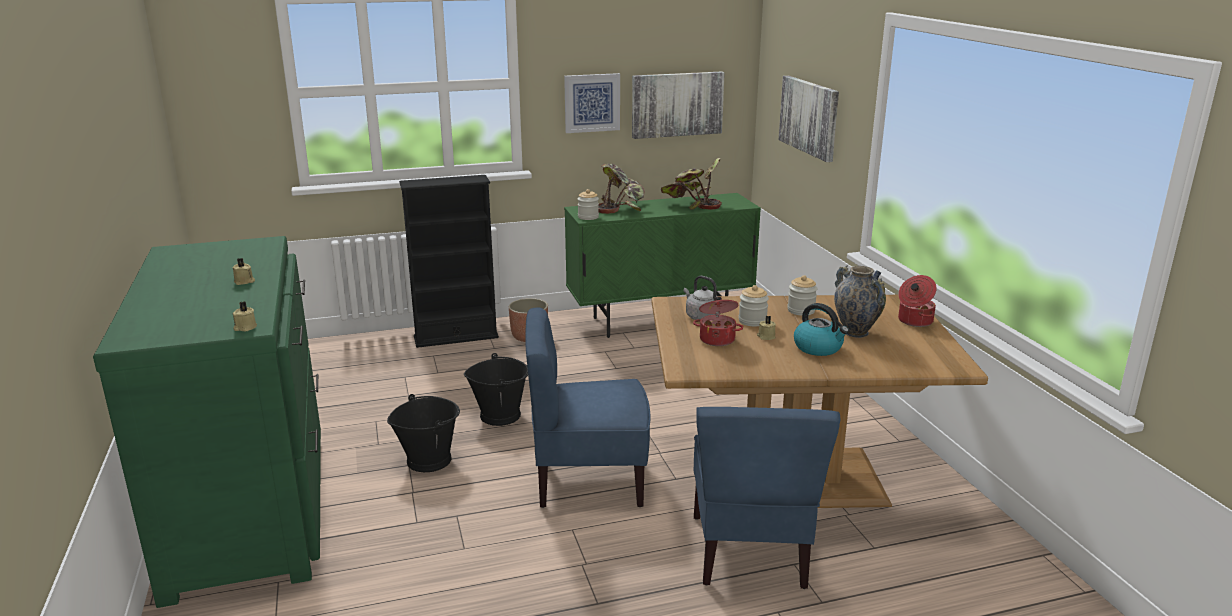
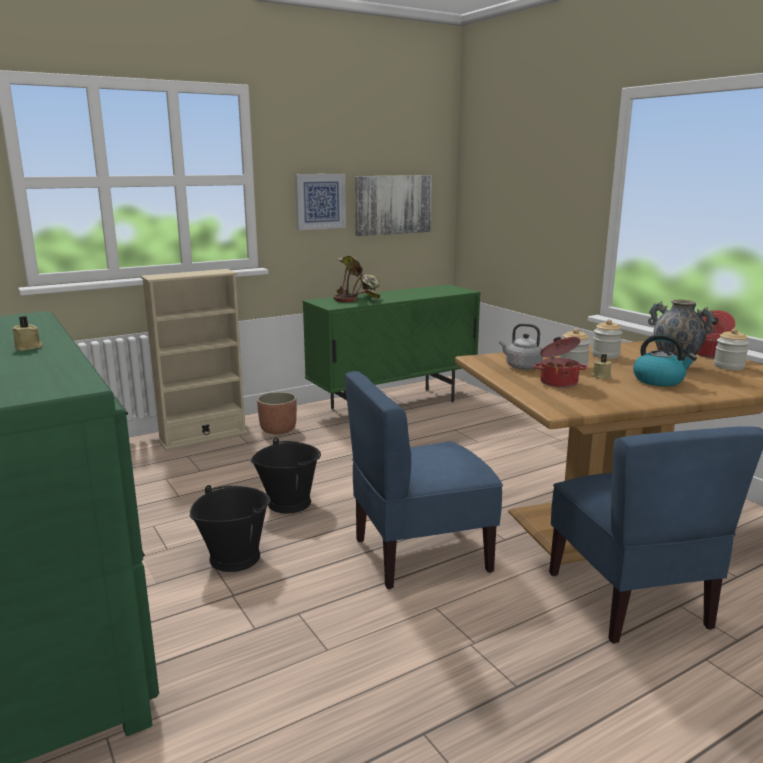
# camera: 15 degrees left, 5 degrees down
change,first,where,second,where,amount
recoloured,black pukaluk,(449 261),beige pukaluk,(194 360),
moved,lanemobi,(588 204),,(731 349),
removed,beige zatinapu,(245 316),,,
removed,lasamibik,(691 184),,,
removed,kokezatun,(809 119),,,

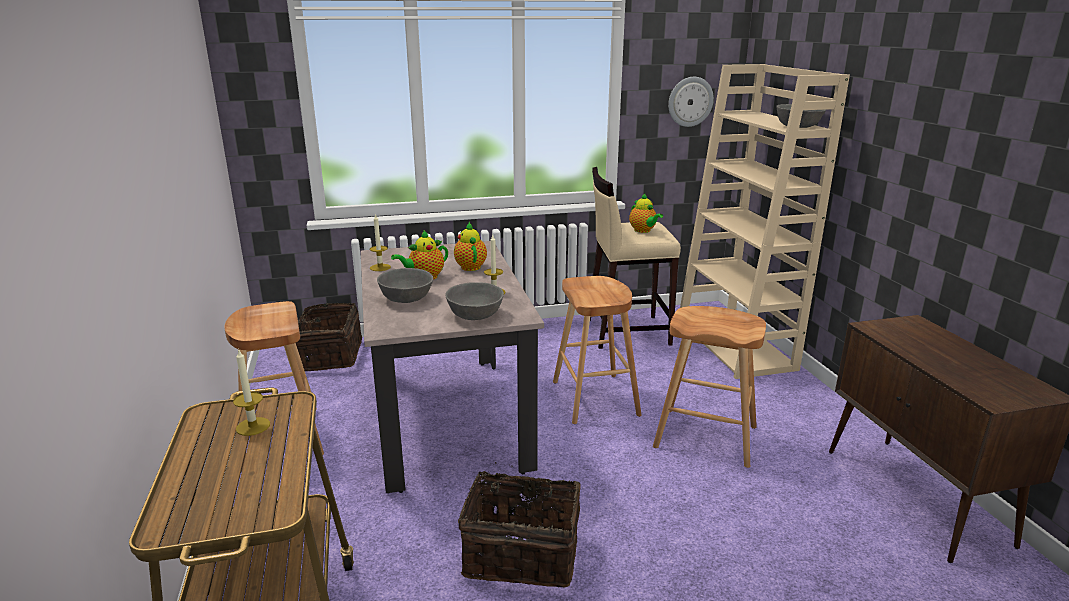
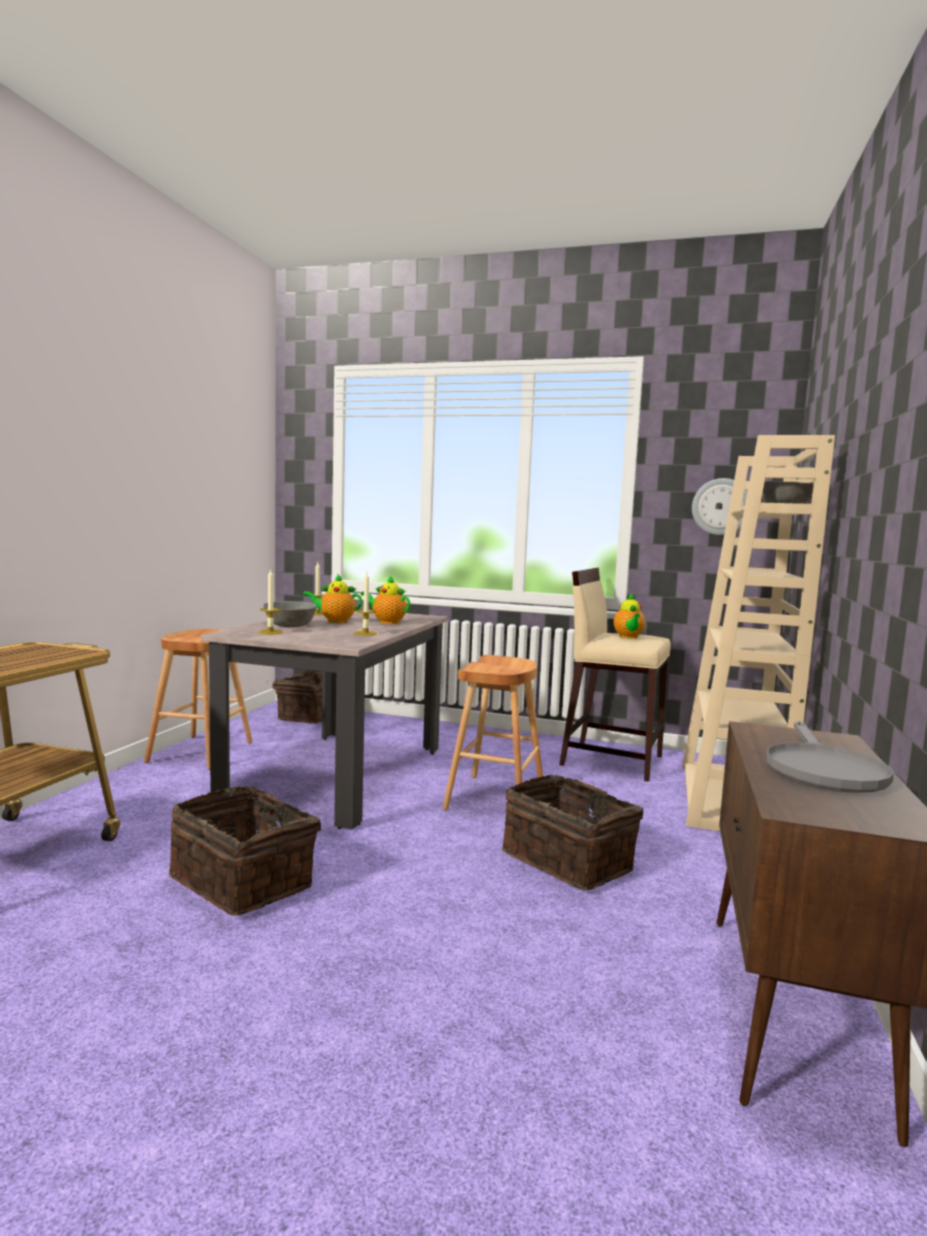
# camera: 30 degrees right, 15 degrees down
change,first,where,second,where,amount
moved,zatinapu,(251 393),,(270 601),
turned,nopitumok,(470 246),,(385 600),75 degrees counterclockwise
replaced,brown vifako,(709 387),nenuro,(572 832),
added,,,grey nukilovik,(830 757),
removed,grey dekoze,(475 301),,,

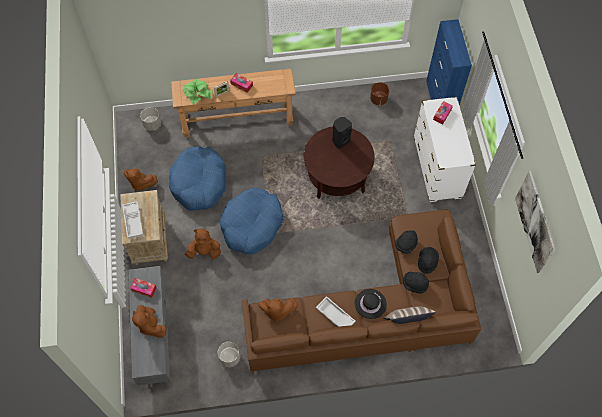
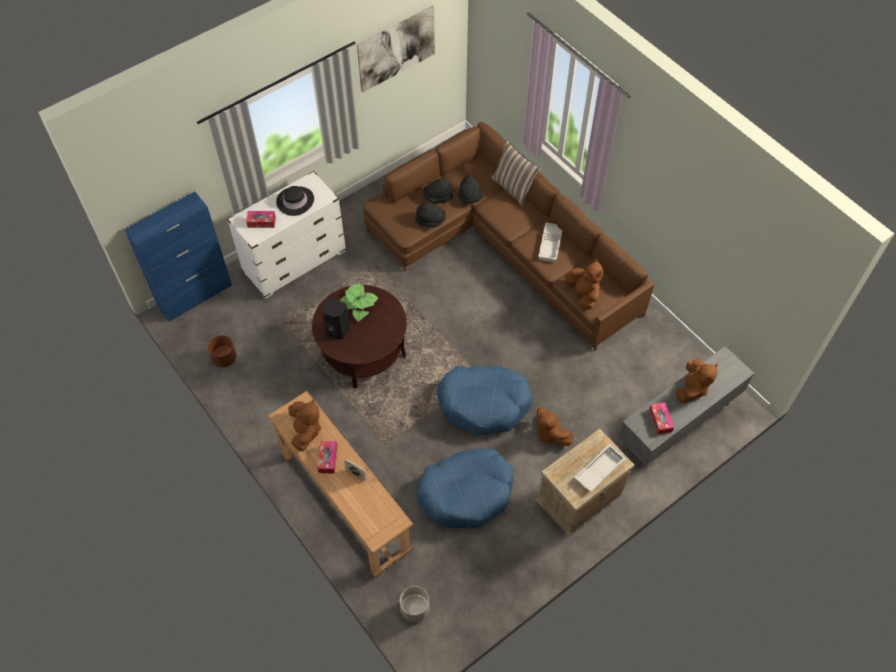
# camera: 120 degrees left, 5 degrees down
change,first,where,second,where,amount
moved,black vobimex,(371 304),,(295 201),
moved,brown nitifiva,(141 180),,(304 424),
moved,lasamibik,(197 92),,(359 303),
removed,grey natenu,(229 354),,,

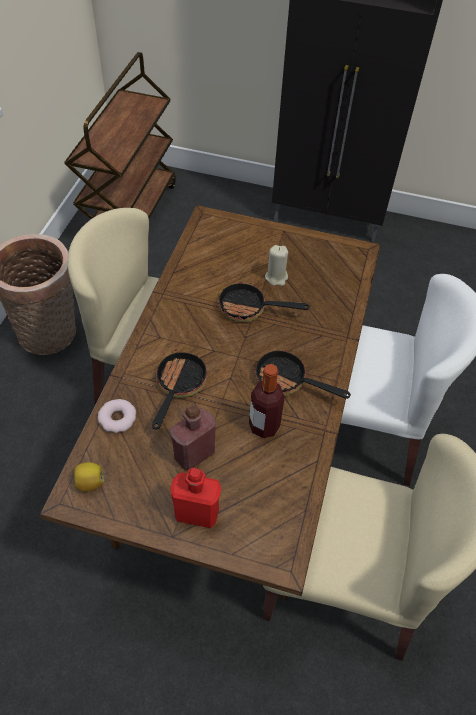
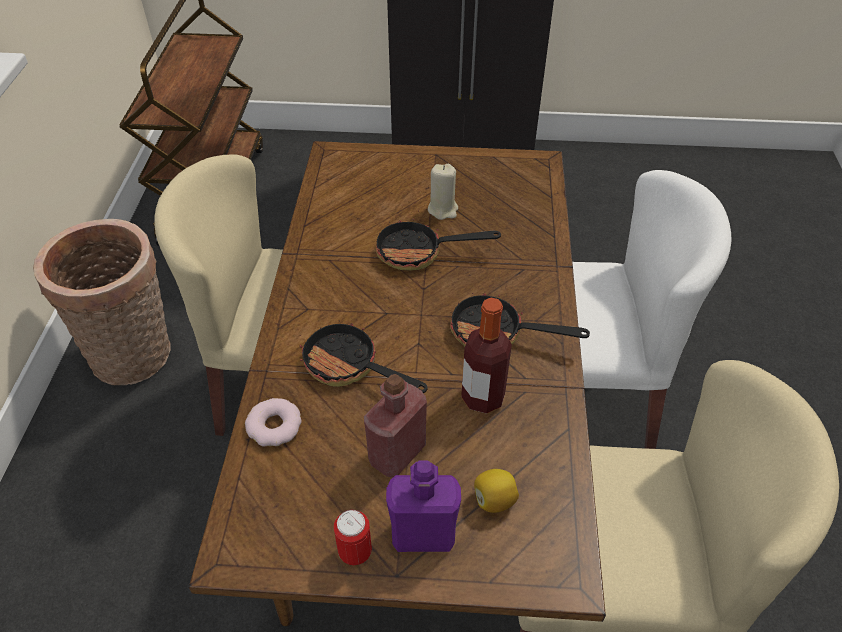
# camera: 10 degrees left, 5 degrees down
change,first,where,second,where,amount
turned,nukilovik,(180 389),,(364 356),60 degrees counterclockwise
added,,,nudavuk,(353 537),
recoloured,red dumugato,(195 498),purple dumugato,(423 506),
moved,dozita,(89 477),,(496 491),

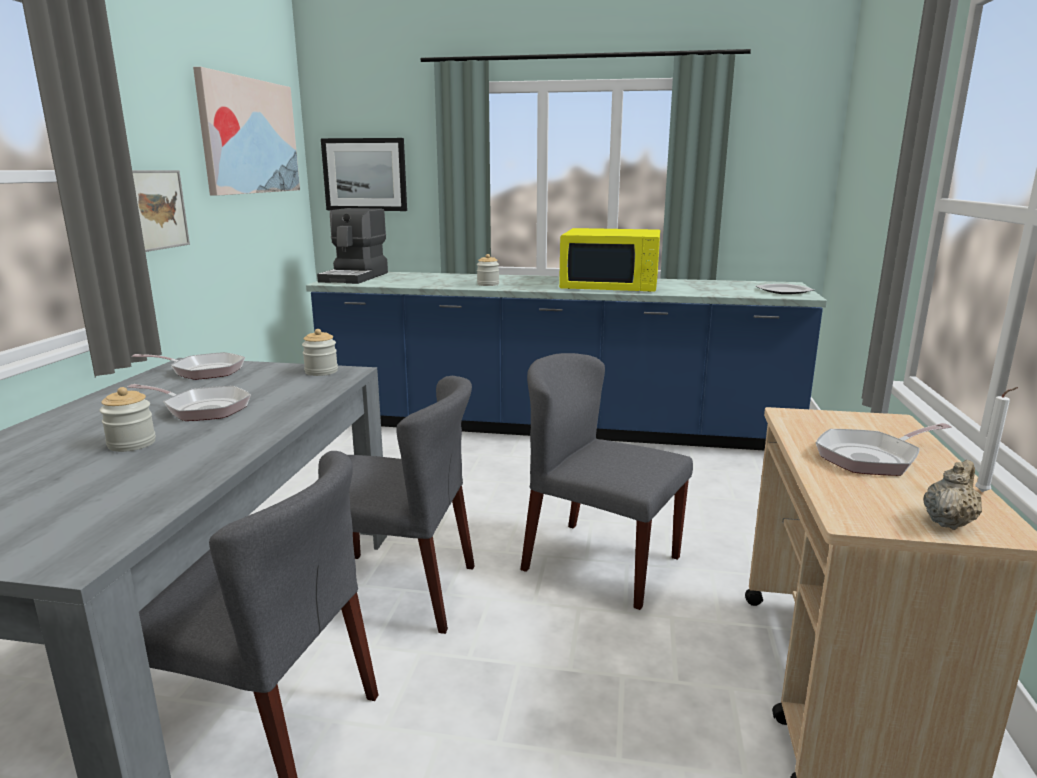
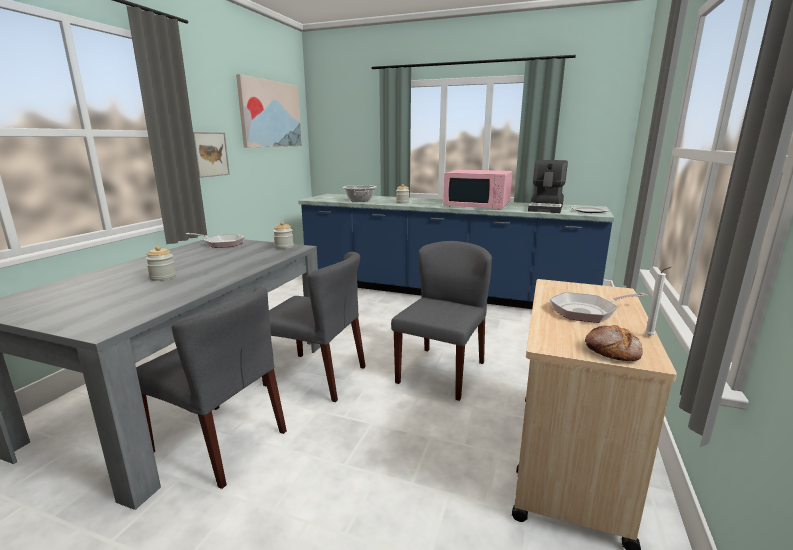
# camera: 10 degrees right, 0 degrees up
change,first,where,second,where,amount
added,,,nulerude,(360 193),
turned,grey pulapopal,(606 481),,(441 321),75 degrees clockwise
recoloured,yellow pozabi,(609 260),pink pozabi,(477 189),
moved,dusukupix,(352 246),,(548 186),
replaced,beige nopitumok,(953 495),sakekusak,(614 343),
removed,nukilovik,(189 402),,,
removed,kokezatun,(364 174),,,

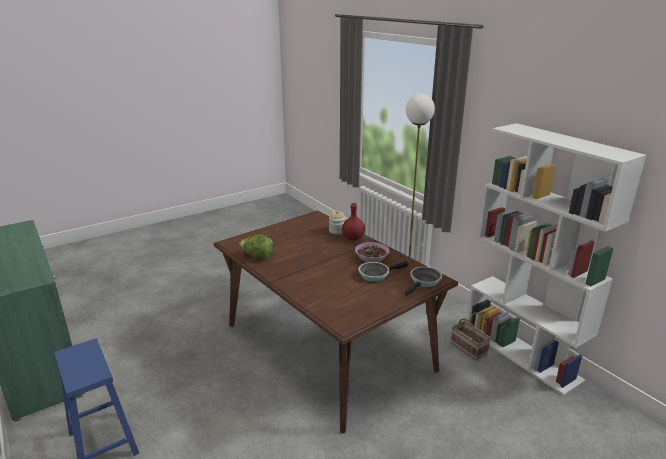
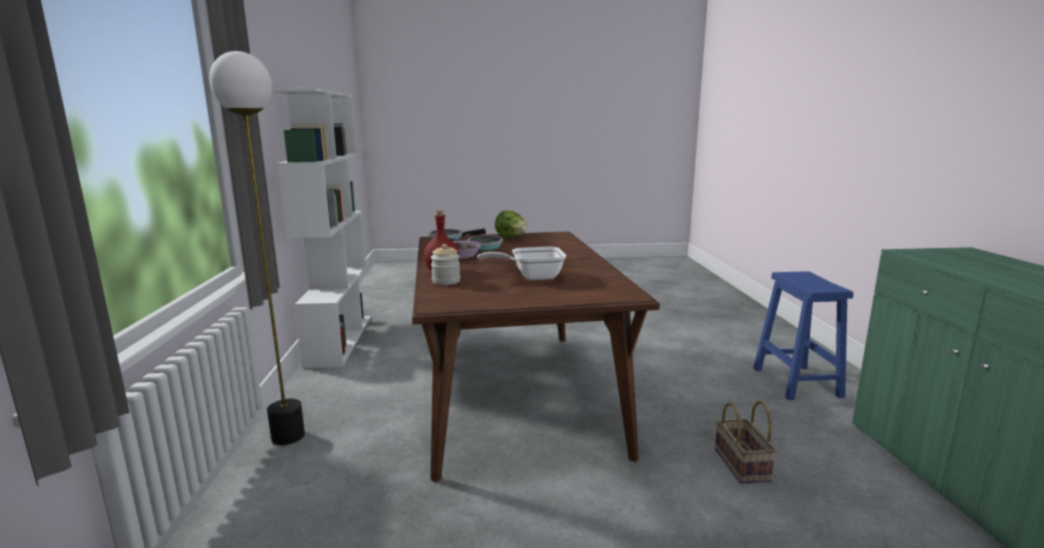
# camera: 150 degrees left, 10 degrees down
change,first,where,second,where,amount
added,,,nukilovik,(521 263),
moved,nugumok,(257 247),,(511 224),
moved,nenuro,(471 336),,(745 442),

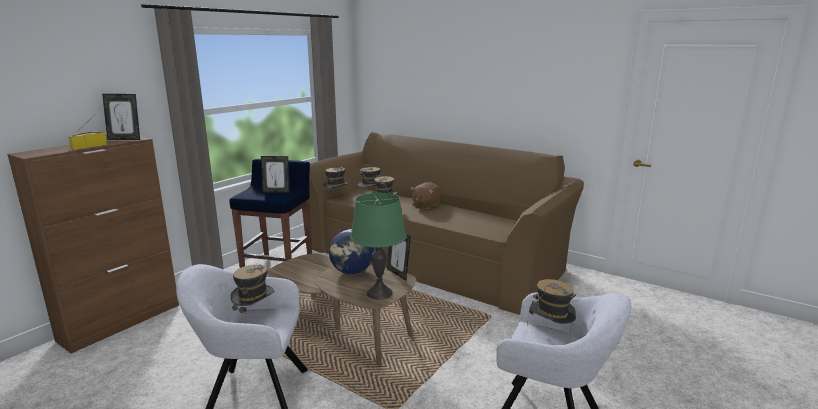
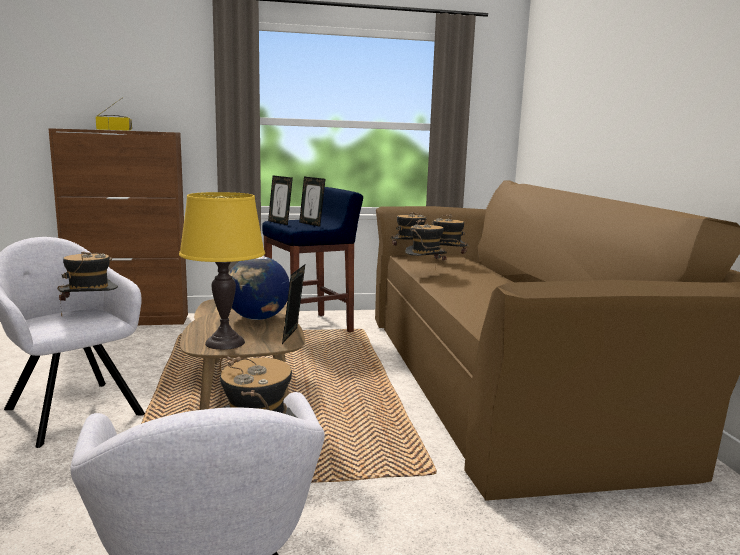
# camera: 45 degrees right, 5 degrees down
change,first,where,second,where,amount
recoloured,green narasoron,(378 246),yellow narasoron,(222 271),
moved,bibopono,(121 117),,(280 200),
removed,brown nitifiva,(425 195),,,

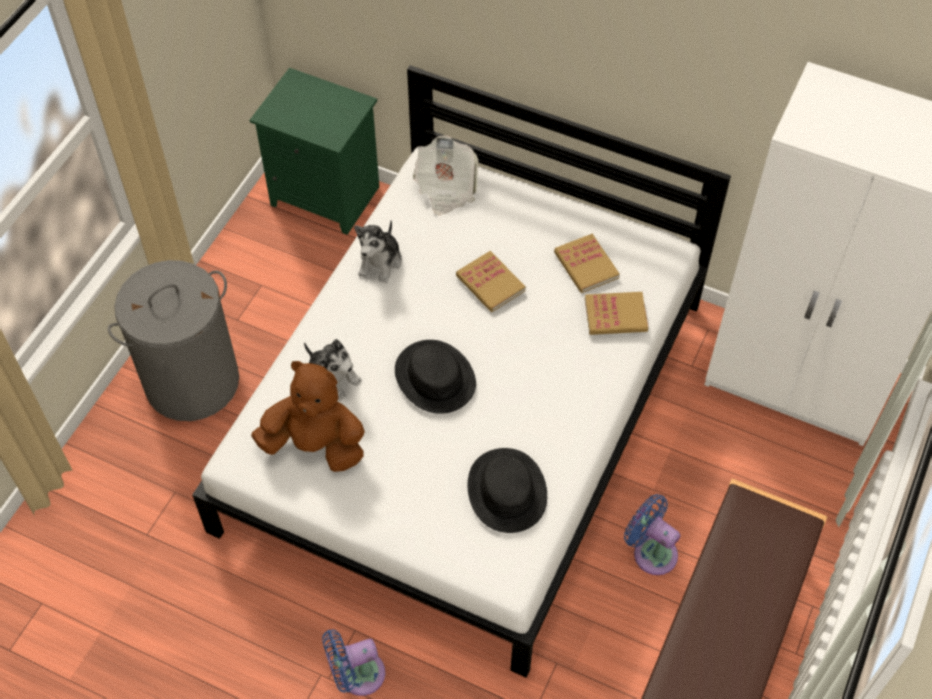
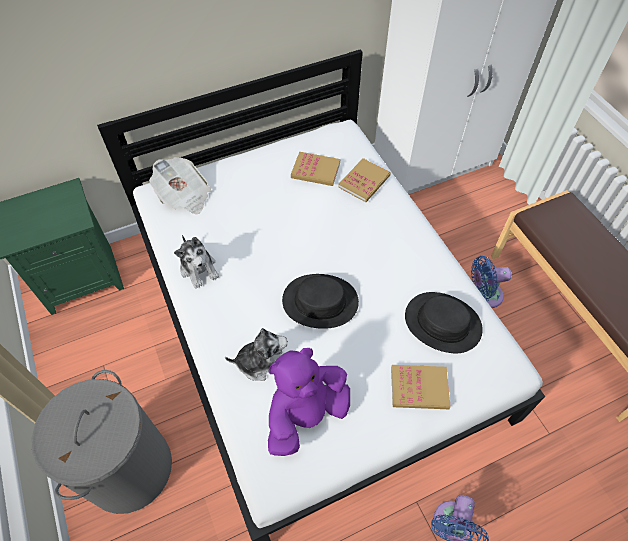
# camera: 50 degrees left, 0 degrees up
change,first,where,second,where,amount
recoloured,brown nitifiva,(308 416),purple nitifiva,(309 402),
moved,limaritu,(491 281),,(420 387),

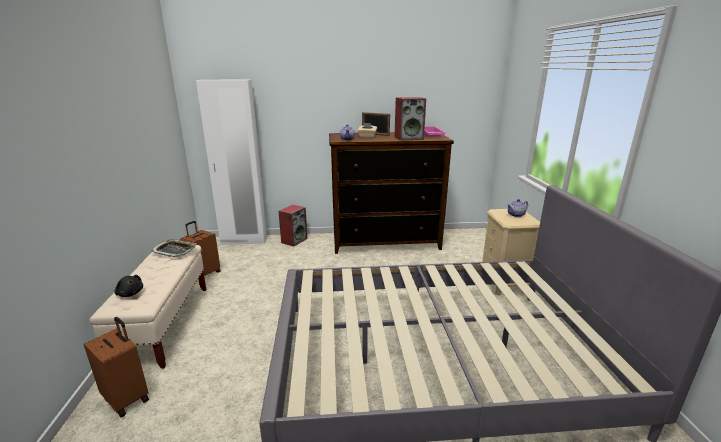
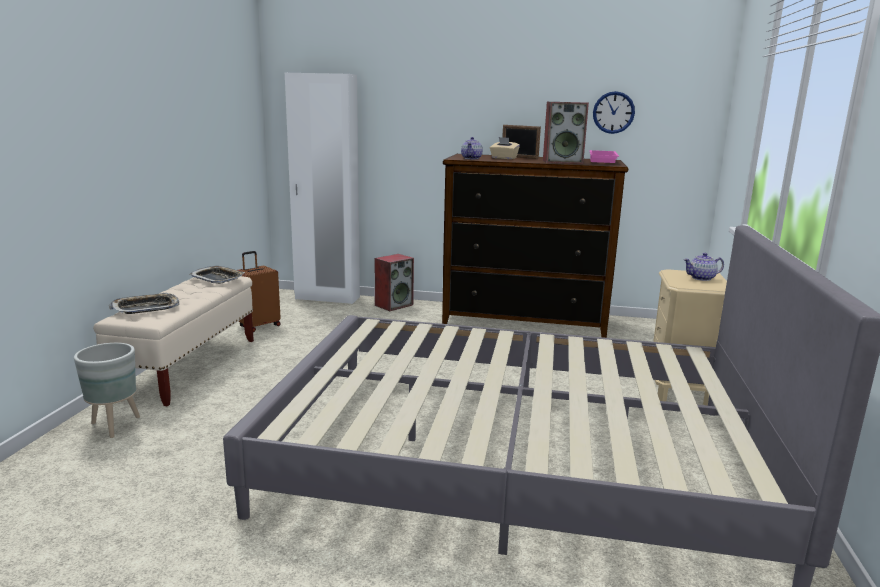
# camera: 15 degrees right, 5 degrees down
change,first,where,second,where,amount
replaced,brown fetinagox,(116 367),grey natenu,(107 390),
replaced,black nitifiva,(128 286),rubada,(144 303),
added,,,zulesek,(614 112),

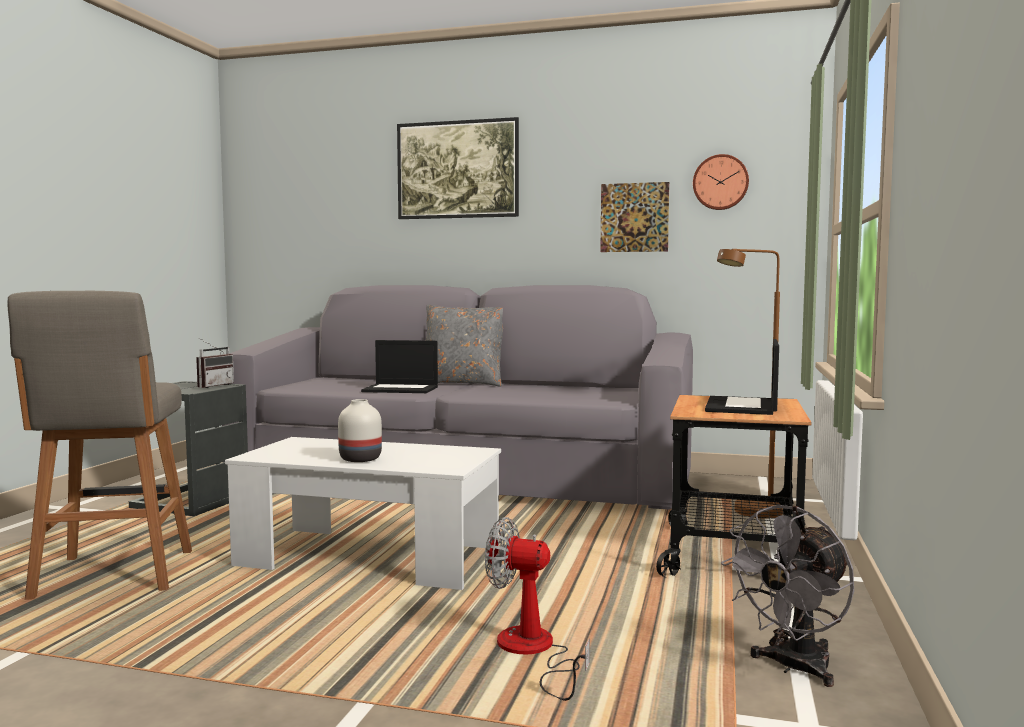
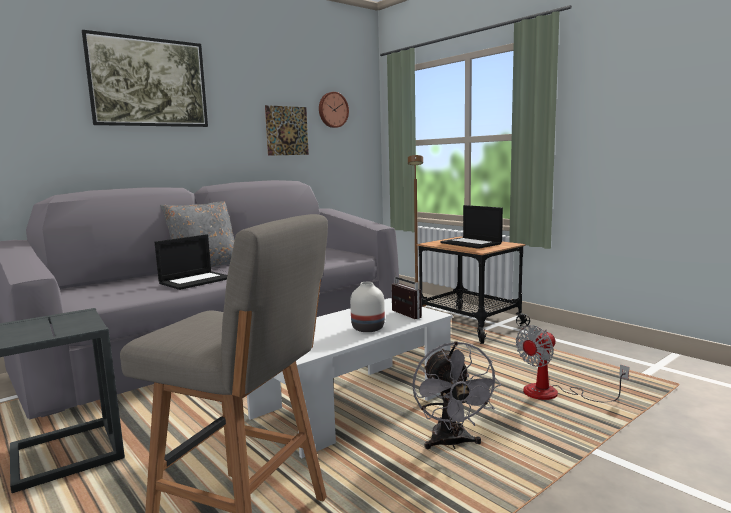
# camera: 55 degrees left, 5 degrees up
change,first,where,second,where,amount
moved,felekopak,(215 363),,(406 296),
moved,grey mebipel,(787 596),,(457 395),

